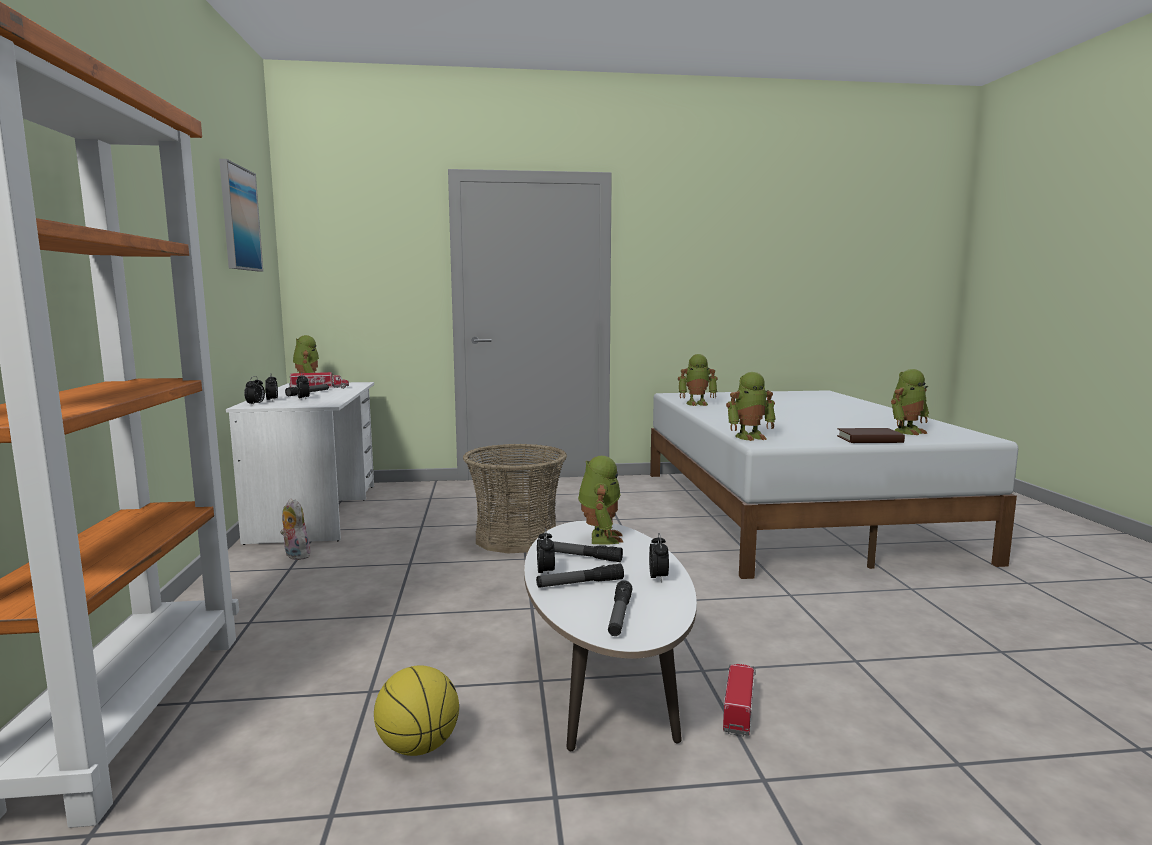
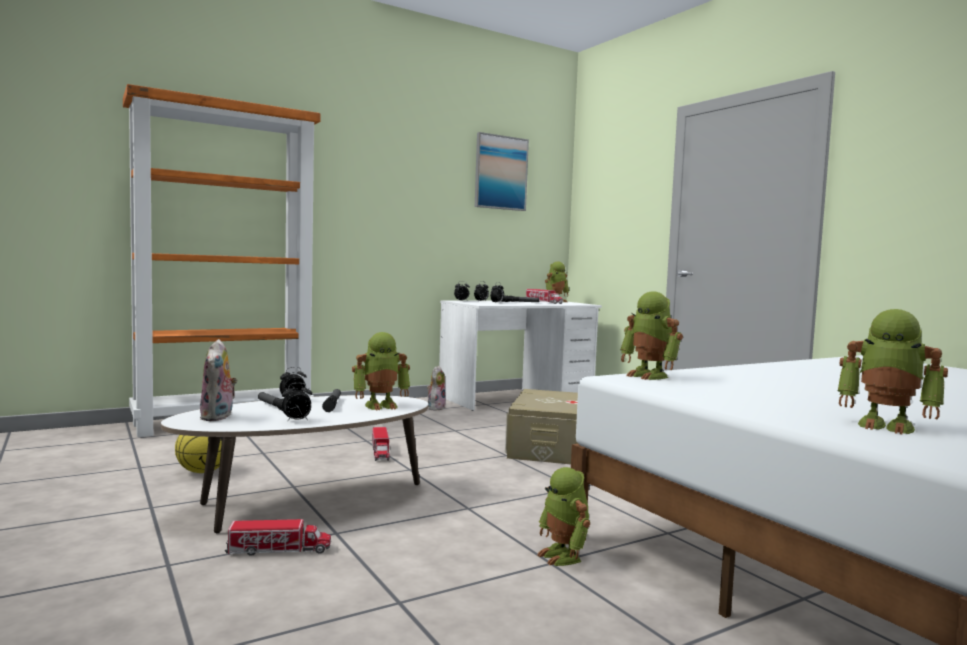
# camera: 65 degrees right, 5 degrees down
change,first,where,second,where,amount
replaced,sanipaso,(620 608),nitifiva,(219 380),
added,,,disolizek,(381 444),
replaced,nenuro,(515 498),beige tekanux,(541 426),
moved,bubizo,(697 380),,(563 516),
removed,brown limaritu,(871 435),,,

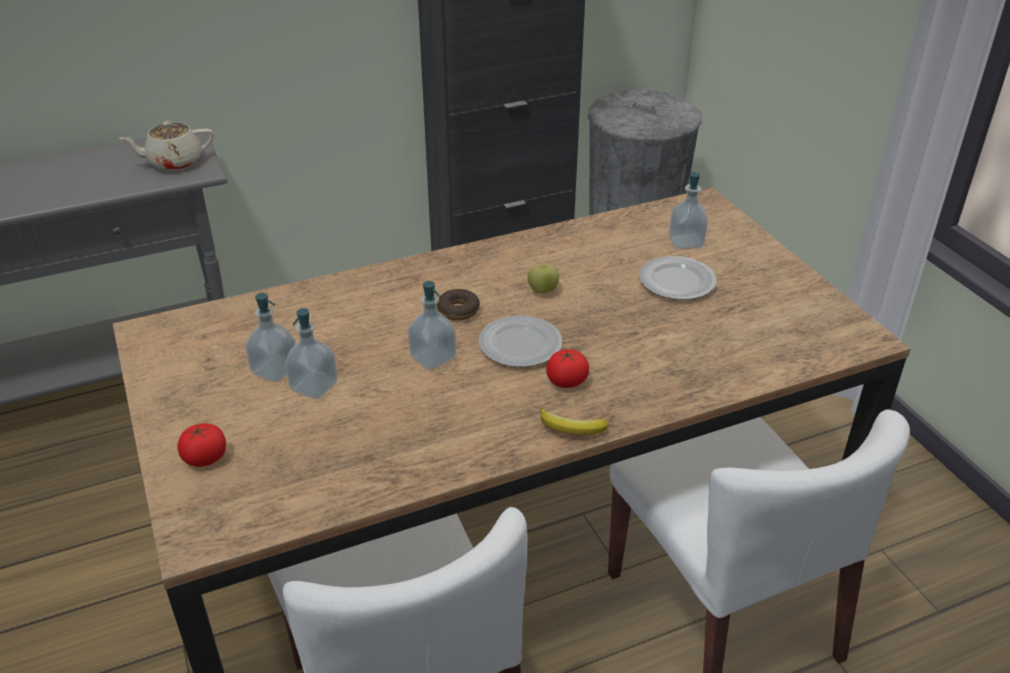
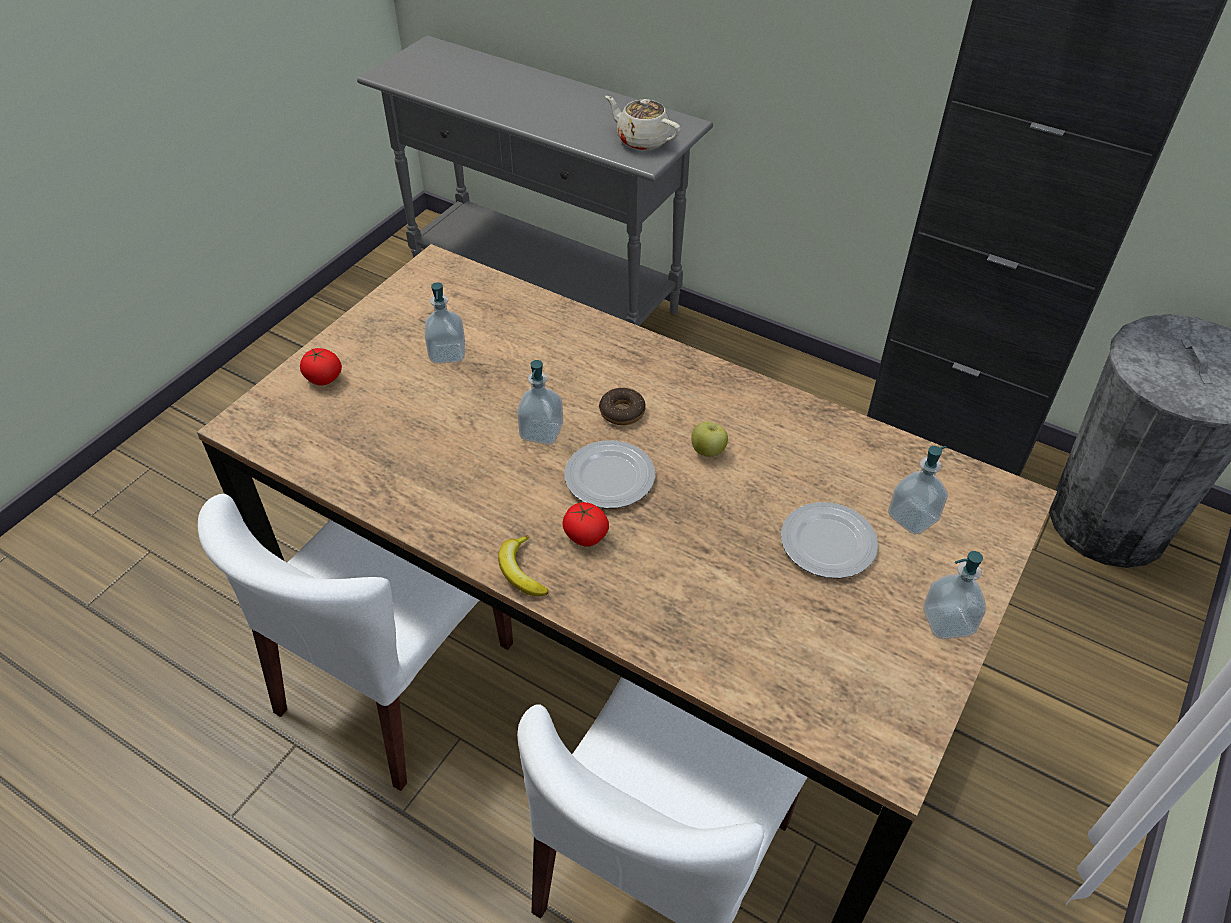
# camera: 55 degrees right, 10 degrees up
change,first,where,second,where,amount
moved,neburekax,(311 353),,(954 595),

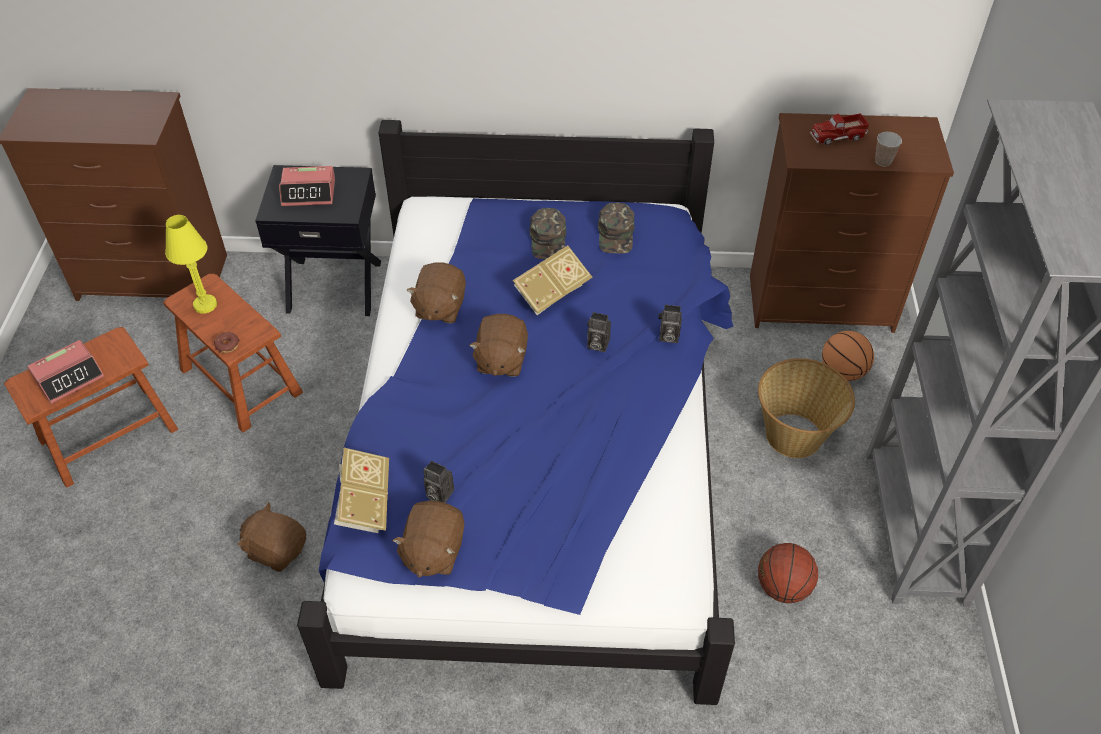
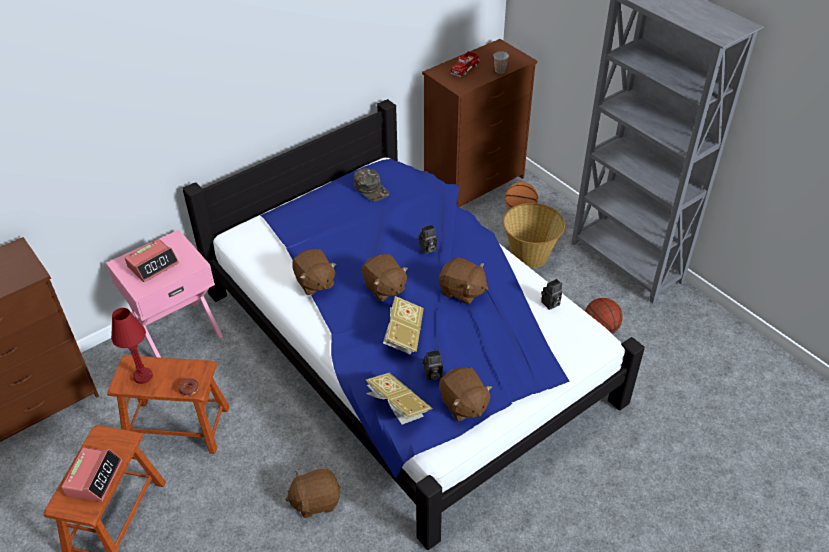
# camera: 40 degrees left, 5 degrees down
change,first,where,second,where,amount
recoloured,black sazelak,(318 240),pink sazelak,(164 294),
recoloured,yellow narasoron,(191 264),red narasoron,(132 346),
moved,limaritu,(553 280),,(403 325),
added,,,brown nitifiva,(463 281),
moved,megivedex,(670 323),,(551 294),
removed,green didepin,(548 233),,,

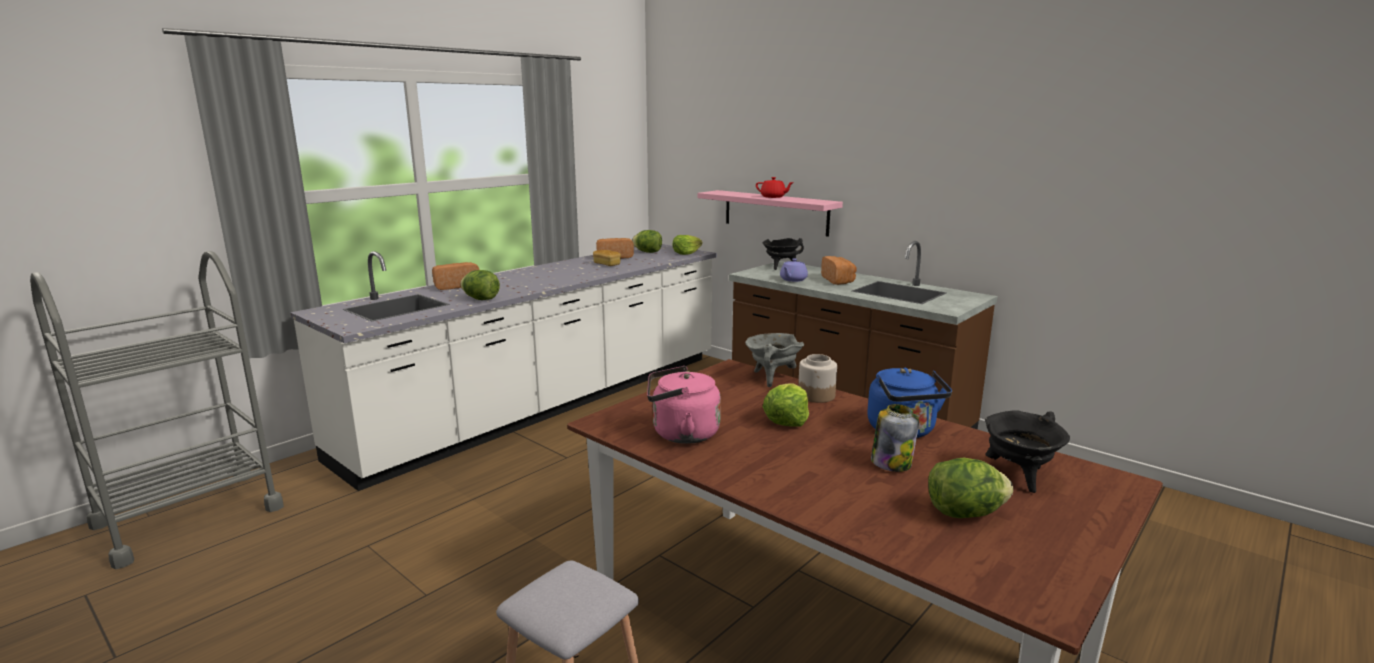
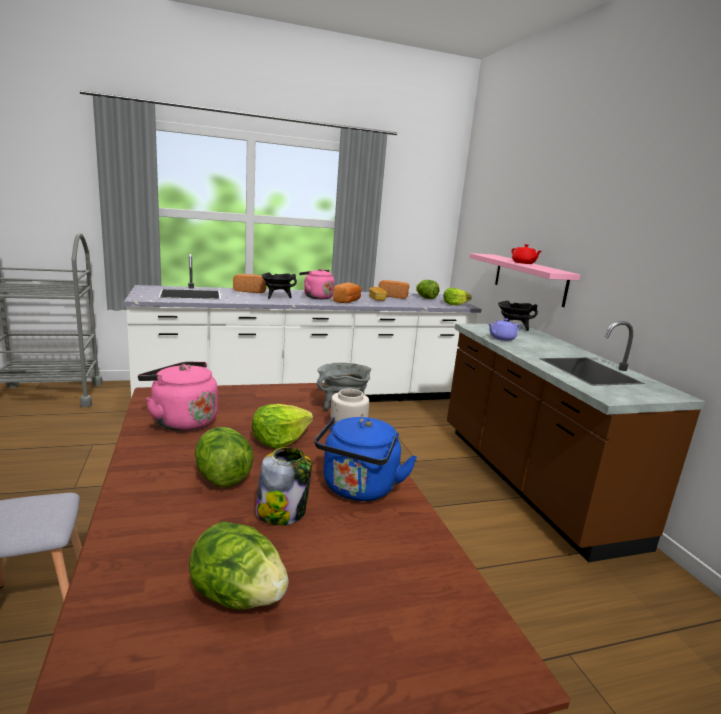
# camera: 30 degrees right, 0 degrees up
change,first,where,second,where,amount
moved,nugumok,(480 285),,(224 457),
moved,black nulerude,(1027 451),,(279 285),
added,,,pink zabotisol,(317 284),
moved,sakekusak,(838 270),,(347 293),

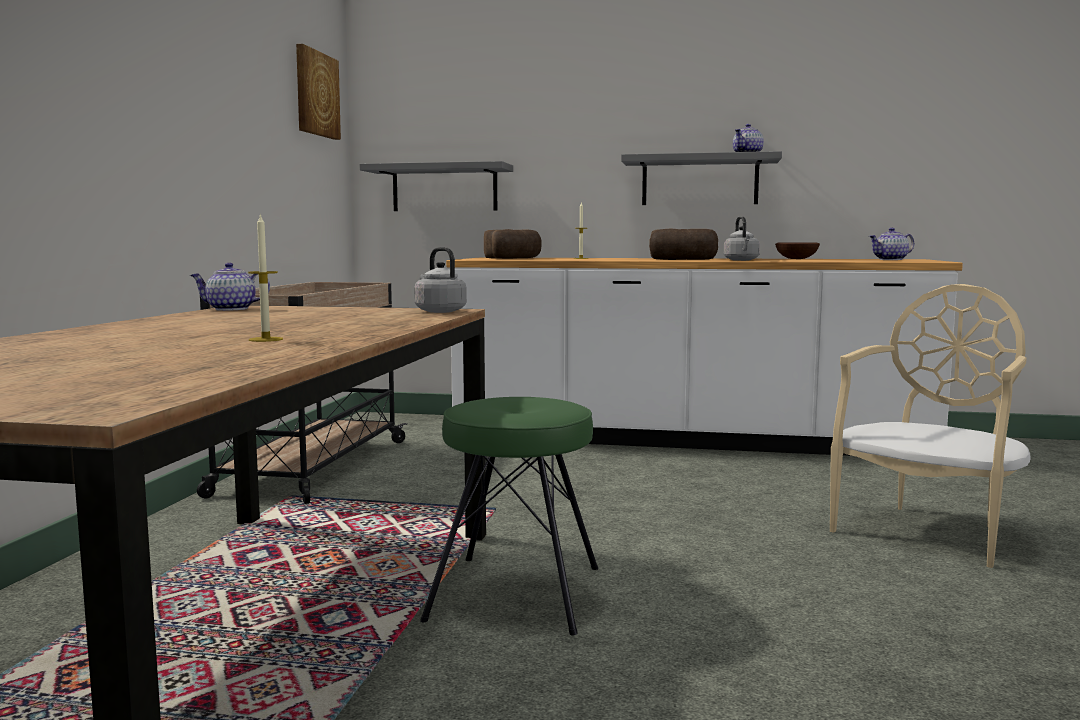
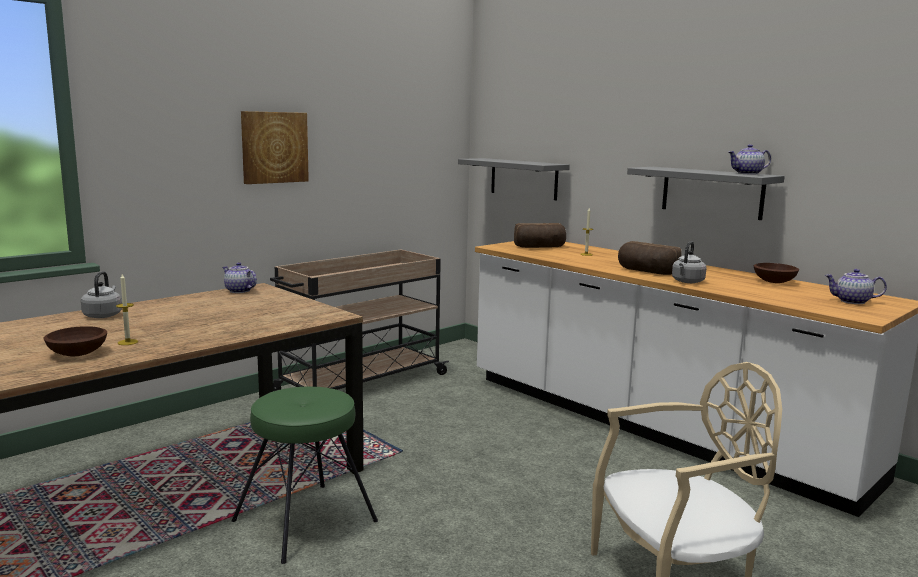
# camera: 35 degrees right, 5 degrees up
change,first,where,second,where,amount
added,,,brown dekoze,(75 341),
moved,grey zabotisol,(440 280),,(101 294),
moved,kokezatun,(318 92),,(275 147),

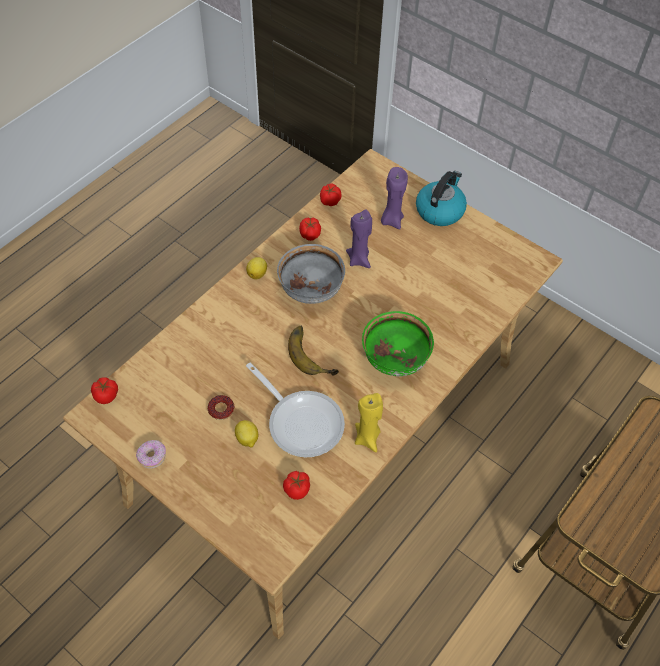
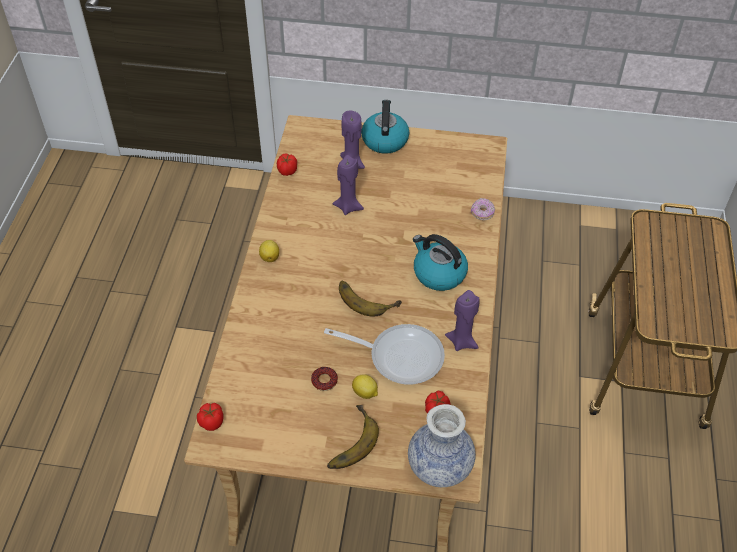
# camera: 30 degrees left, 5 degrees down
change,first,where,second,where,amount
added,,,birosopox,(353 437),
added,,,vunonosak,(442 445),
replaced,green dekoze,(398 343),zabotisol,(440 262),
recoloured,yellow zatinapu,(369 422),purple zatinapu,(462 320),
moved,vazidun,(151 454),,(483 209),
removed,grey dekoze,(311 274),,,
removed,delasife,(310 229),,,

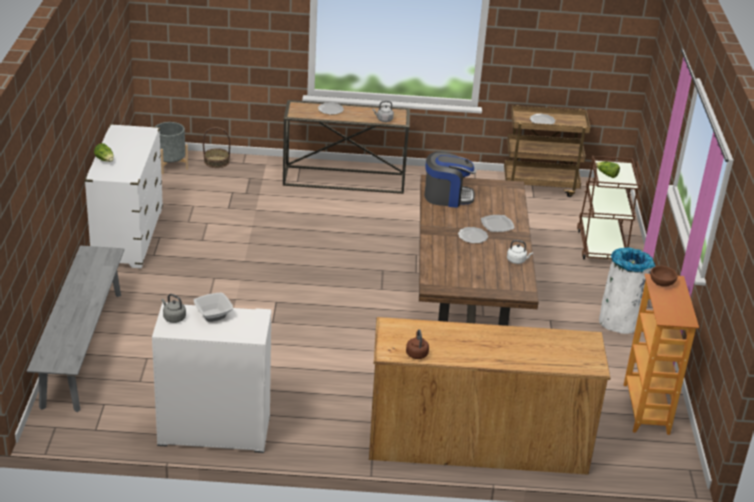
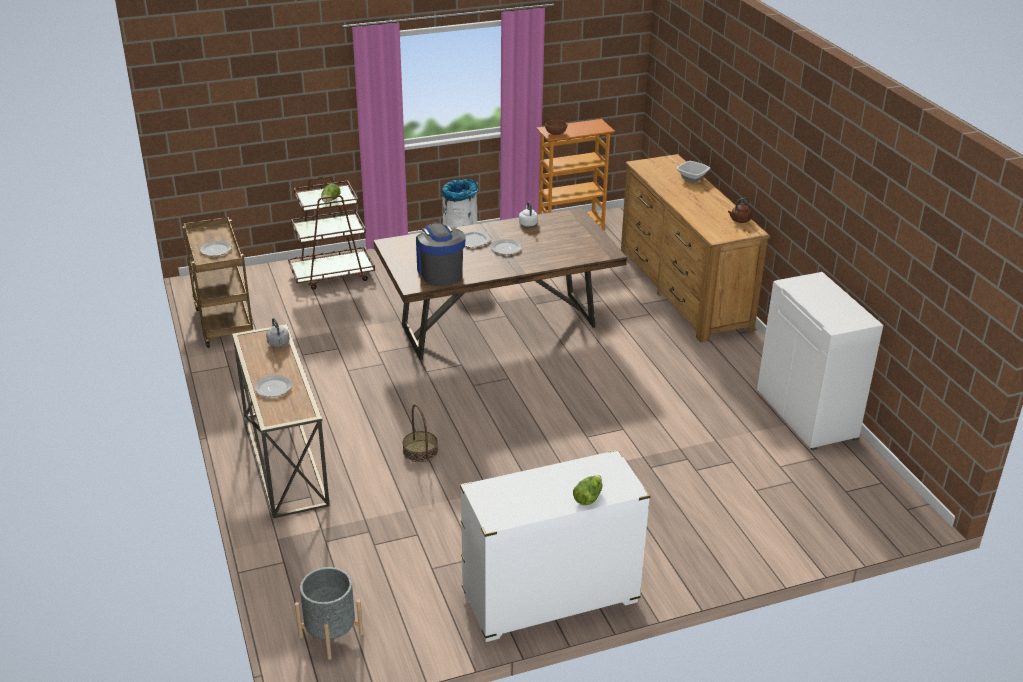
# camera: 110 degrees left, 0 degrees up
change,first,where,second,where,amount
moved,nenuro,(216 147),,(420 433),
moved,dekoze,(213 307),,(693 172),
removed,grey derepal,(75 328),,,
removed,grey zabotisol,(173 308),,,

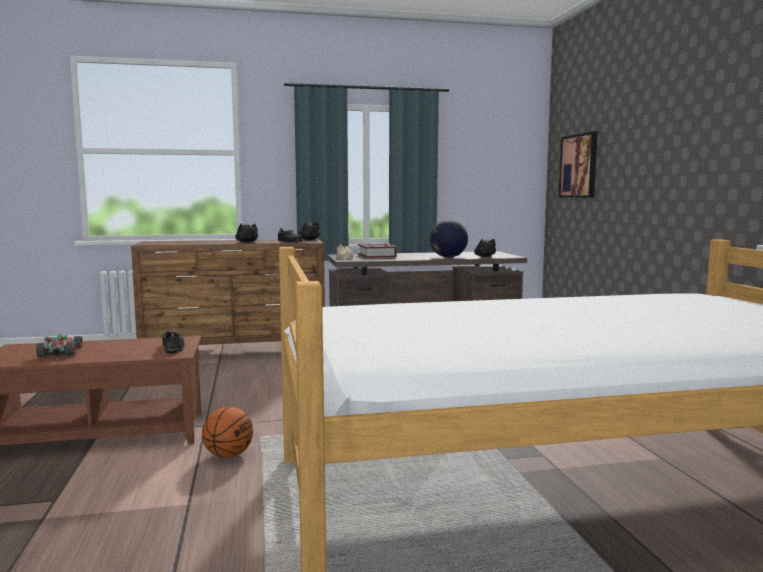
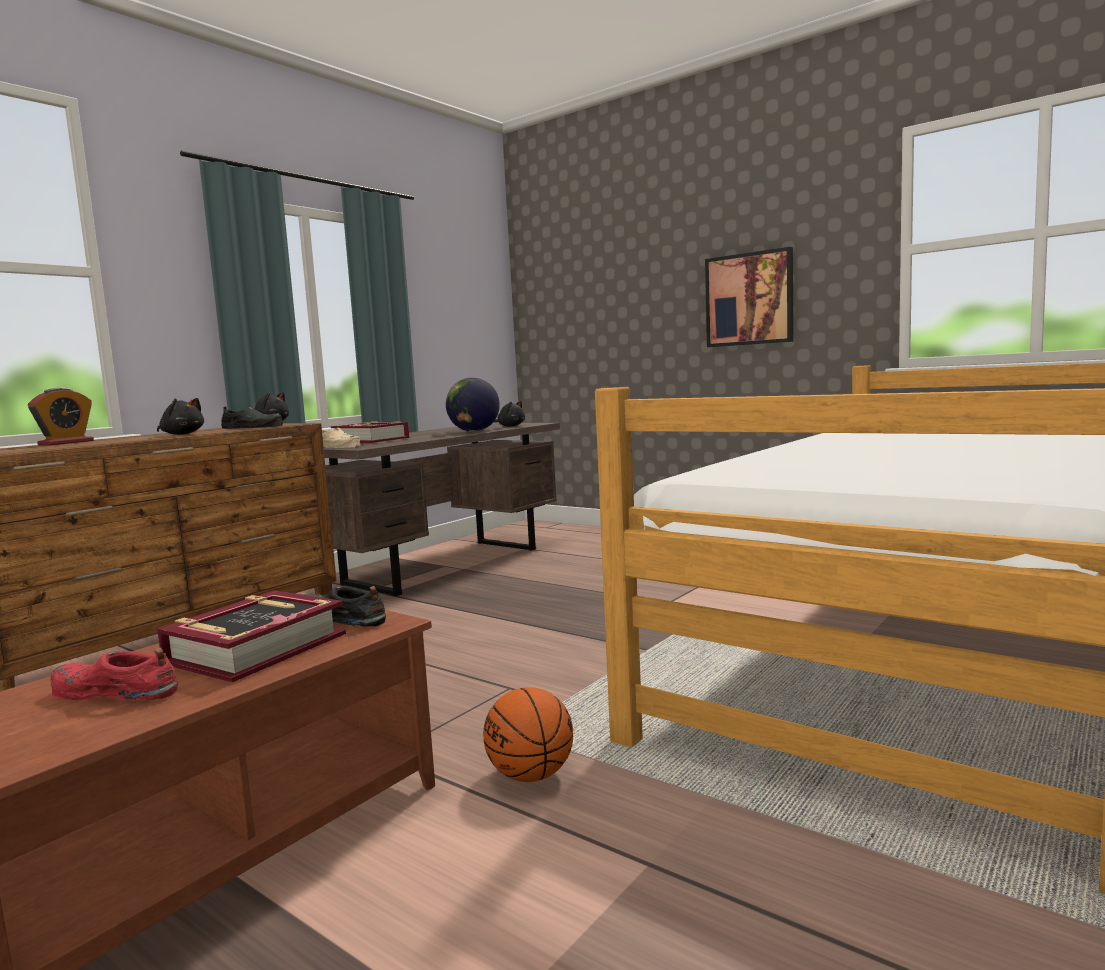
# camera: 40 degrees left, 0 degrees up
change,first,where,second,where,amount
added,,,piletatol,(61 416),
replaced,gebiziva,(59 345),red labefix,(114 674),
added,,,limaritu,(251 636),
moved,kokezatun,(578 164),,(749 297),

